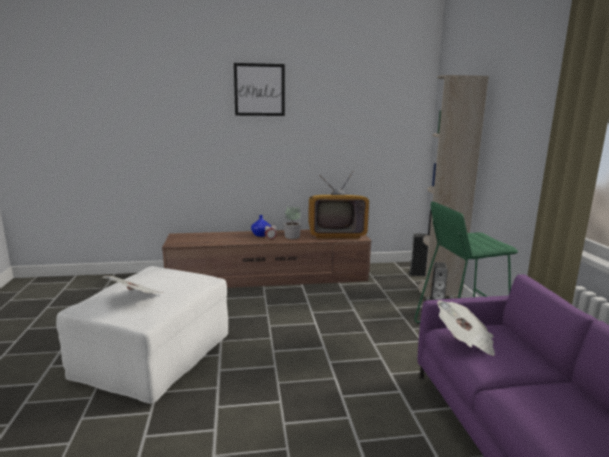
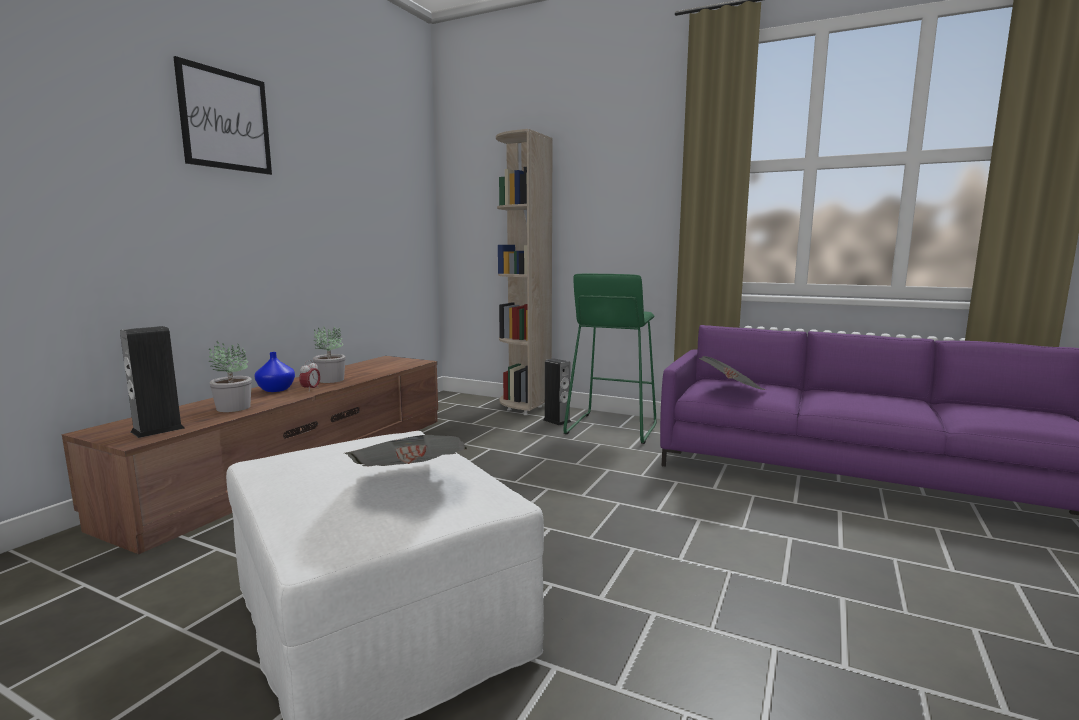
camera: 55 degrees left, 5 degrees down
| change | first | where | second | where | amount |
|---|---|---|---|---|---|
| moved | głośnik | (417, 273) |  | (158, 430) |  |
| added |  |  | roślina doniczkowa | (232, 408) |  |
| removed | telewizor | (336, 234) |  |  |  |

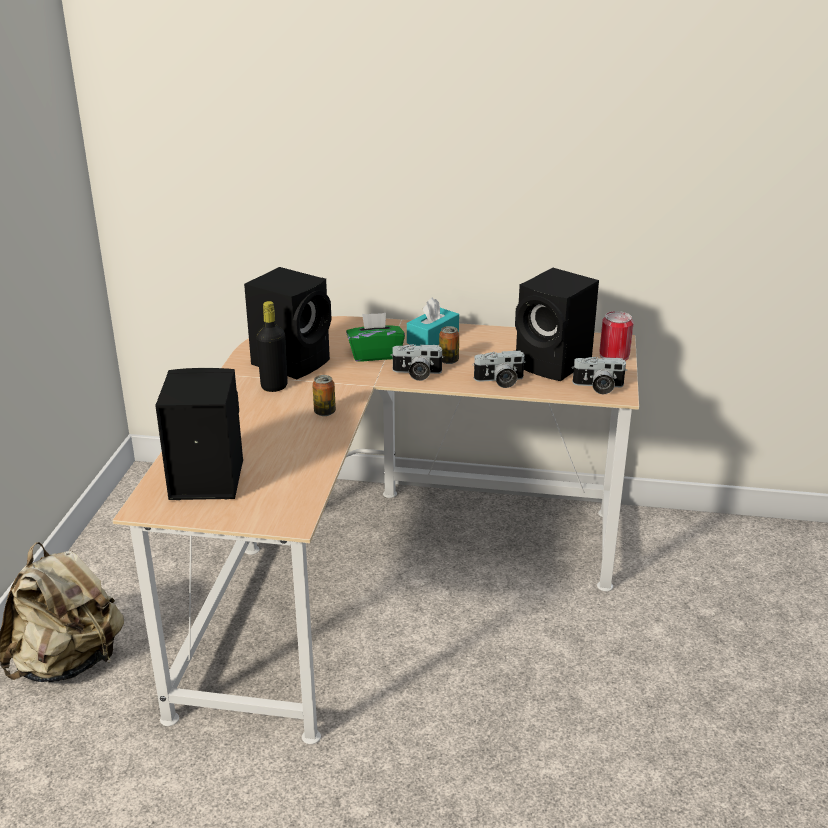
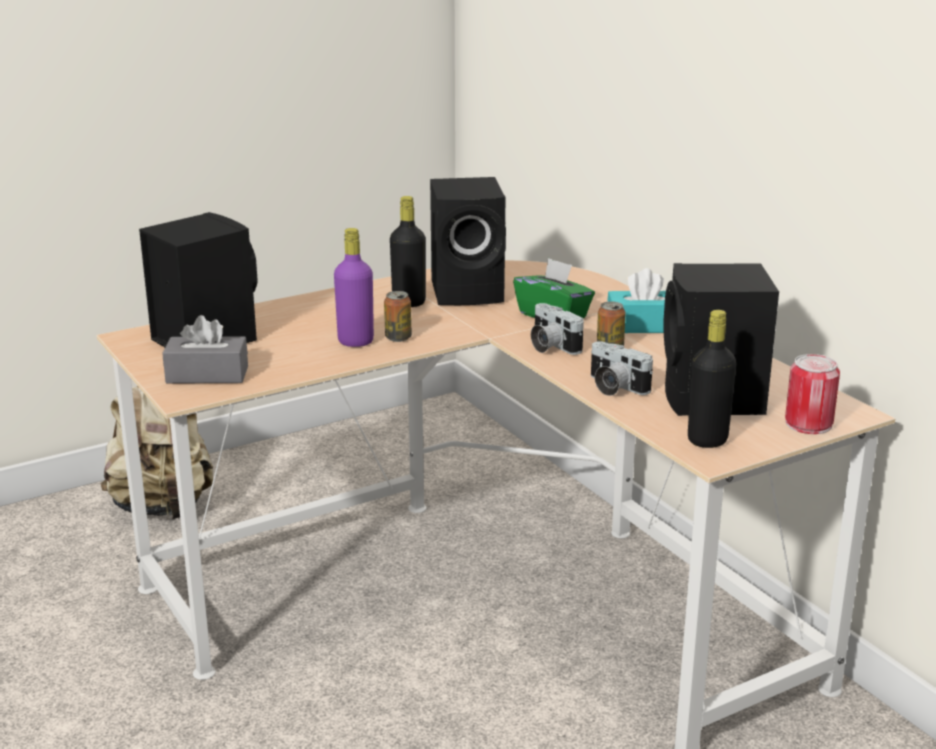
camera: 50 degrees right, 5 degrees down
| change | first | where | second | where | amount |
|---|---|---|---|---|---|
| added |  |  | pudełko chusteczek/szary | (207, 375) |  |
| added |  |  | butelka/fioletowy | (355, 341) |  |
| replaced | aparat fotograficzny | (598, 387) | butelka/czarny | (707, 440) |  |

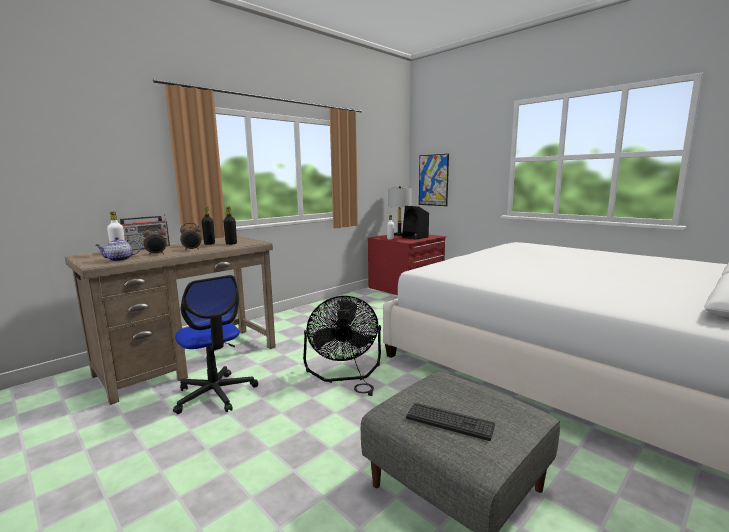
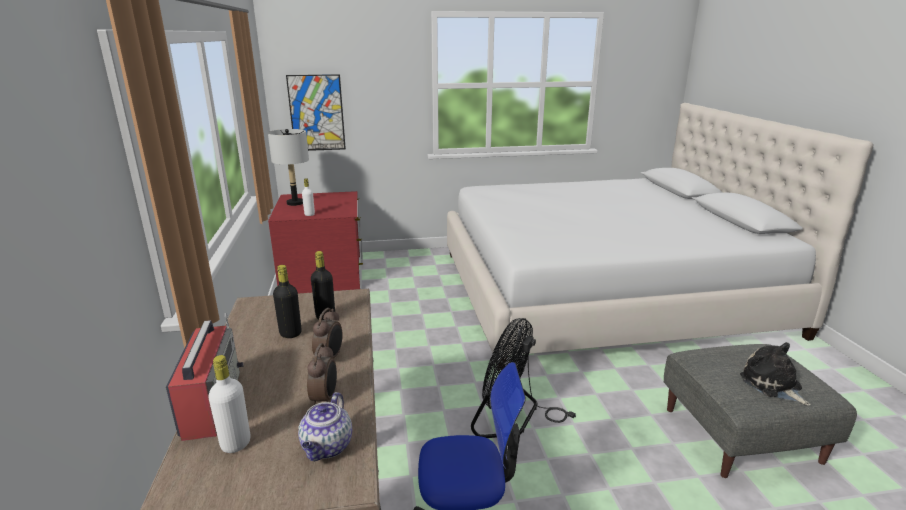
camera: 55 degrees left, 10 degrees up
| change | first | where | second | where | amount |
|---|---|---|---|---|---|
| replaced | klawiatura | (449, 422) | pluszak | (772, 385) |  |
| removed | głośnik/czarny | (415, 237) |  |  |  |

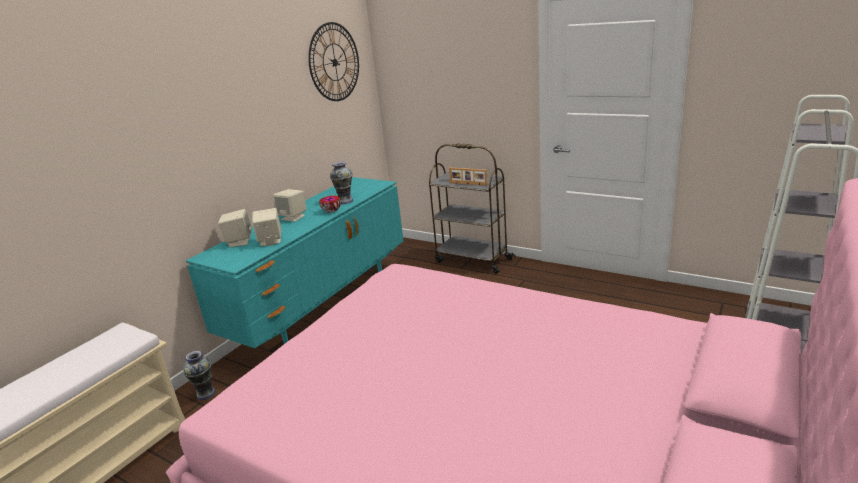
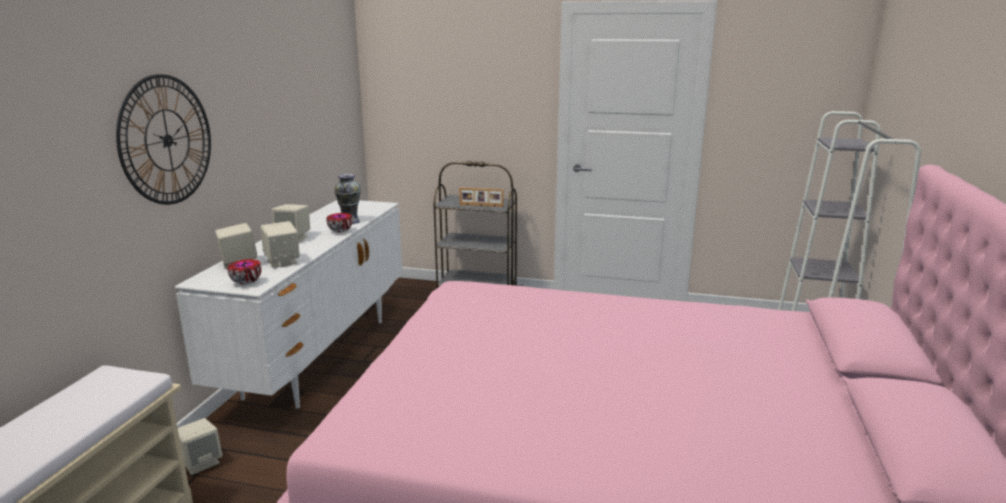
camera: 20 degrees left, 5 degrees down
| change | first | where | second | where | amount |
|---|---|---|---|---|---|
| moved | zegar ścienny | (334, 62) |  | (167, 140) |  |
| recoloured | komoda/turkusowy | (324, 310) | komoda/biały | (320, 357) |  |
| replaced | wazon | (206, 393) | głośnik/beżowy | (201, 463) |  |
| added |  |  | miska | (247, 283) |  |

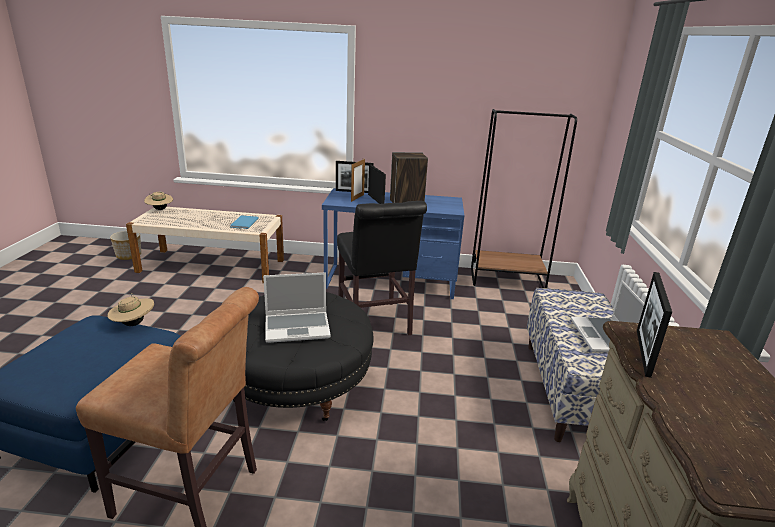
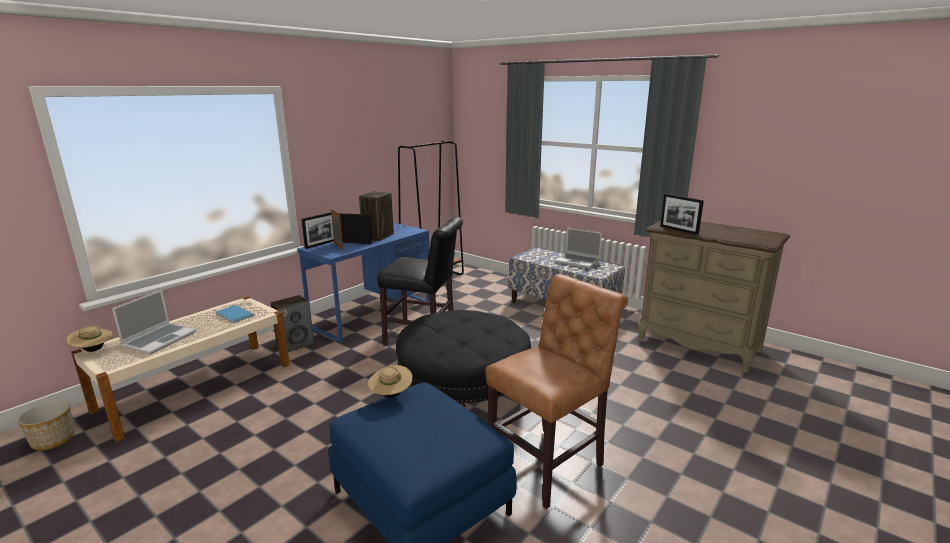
camera: 55 degrees left, 5 degrees down
| change | first | where | second | where | amount |
|---|---|---|---|---|---|
| moved | laptop | (298, 327) |  | (160, 339) |  |
| added |  |  | głośnik | (295, 344) |  |

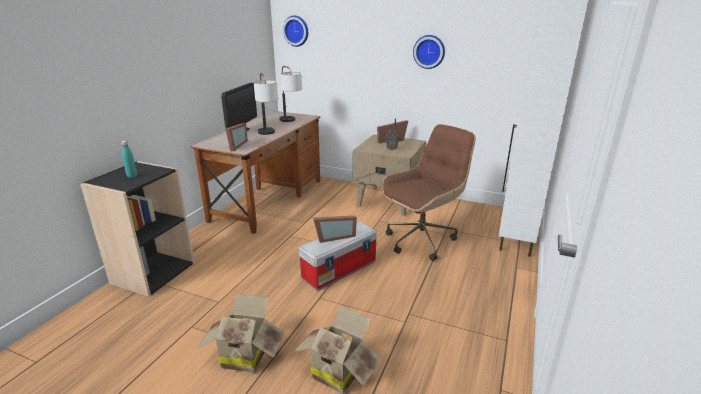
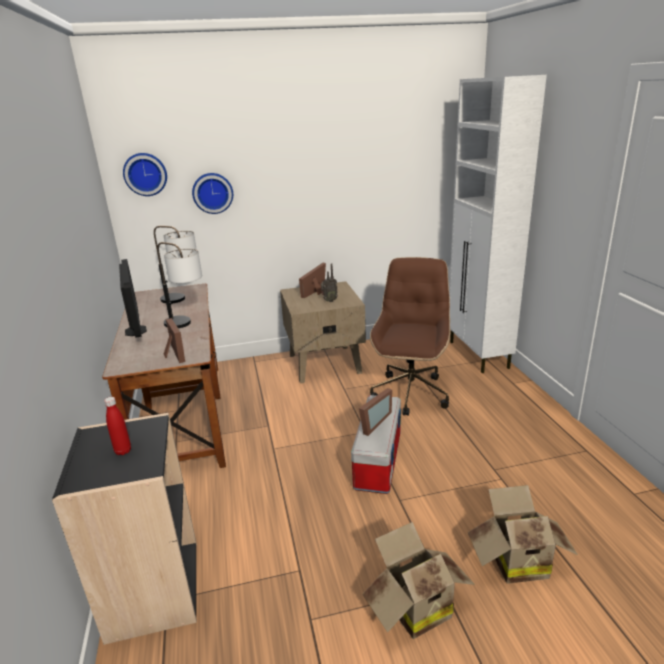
camera: 35 degrees left, 0 degrees up
| change | first | where | second | where | amount |
|---|---|---|---|---|---|
| recoloured | butelka/turkusowy | (132, 176) | butelka/czerwony | (123, 451) |  |
| moved | zegar ścienny | (429, 51) |  | (212, 193) |  |

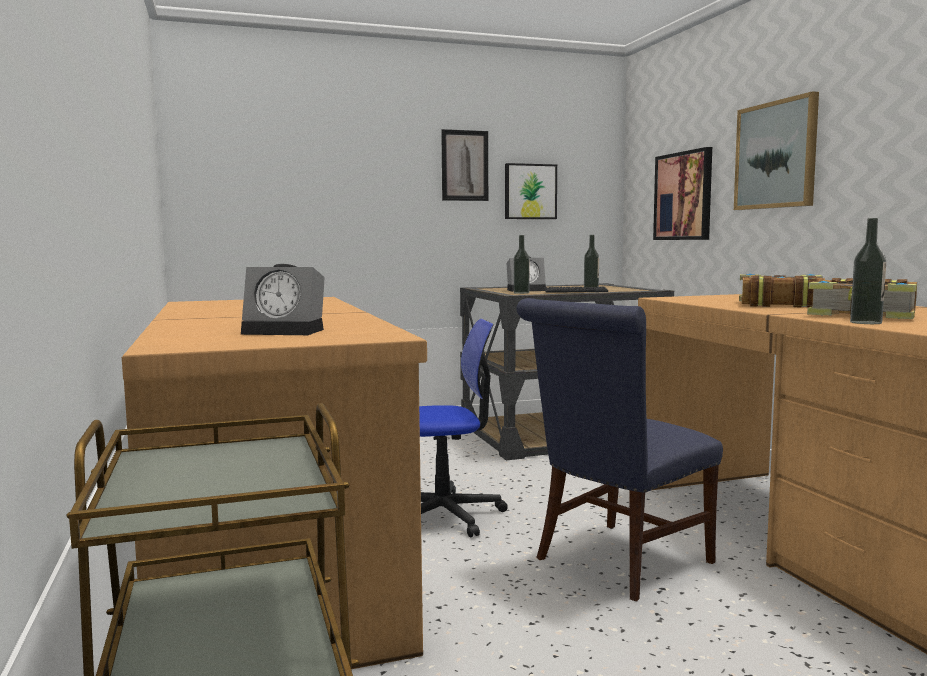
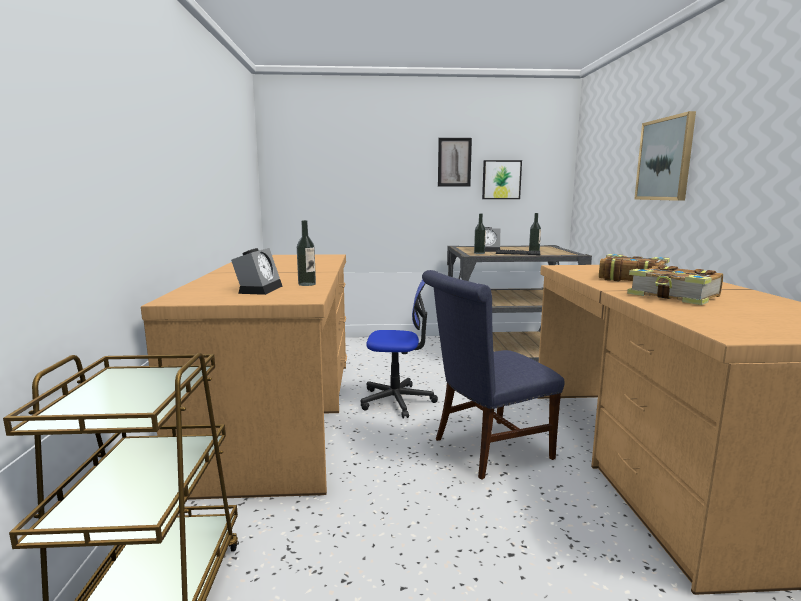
camera: 15 degrees right, 5 degrees up
| change | first | where | second | where | amount |
|---|---|---|---|---|---|
| turned | budzik | (287, 331) |  | (259, 289) | 105 degrees counterclockwise |
| moved | butelka | (866, 322) |  | (307, 284) |  |
| removed | obraz | (683, 196) |  |  |  |

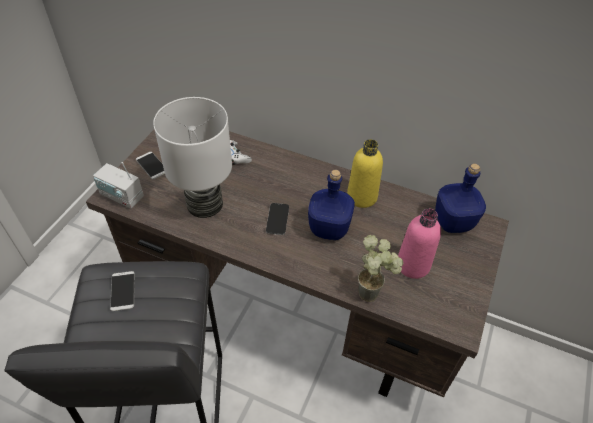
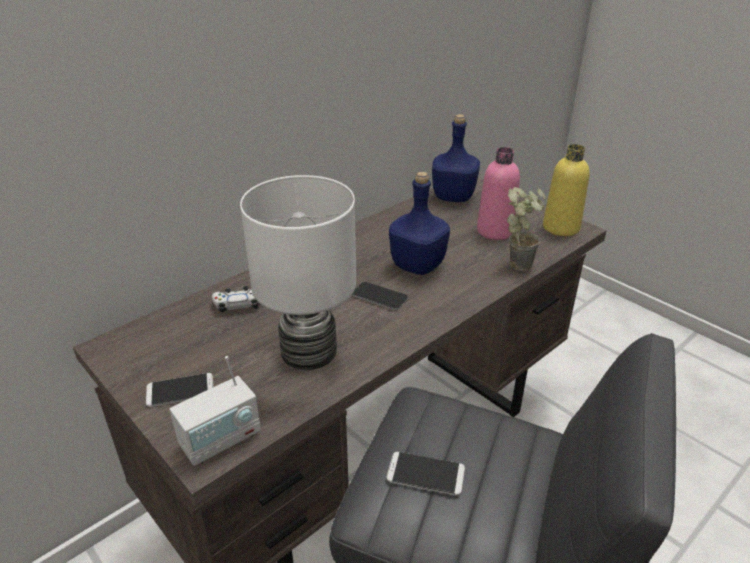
camera: 65 degrees left, 15 degrees down
| change | first | where | second | where | amount |
|---|---|---|---|---|---|
| moved | butelka/żółty | (362, 197) |  | (561, 227) |  |

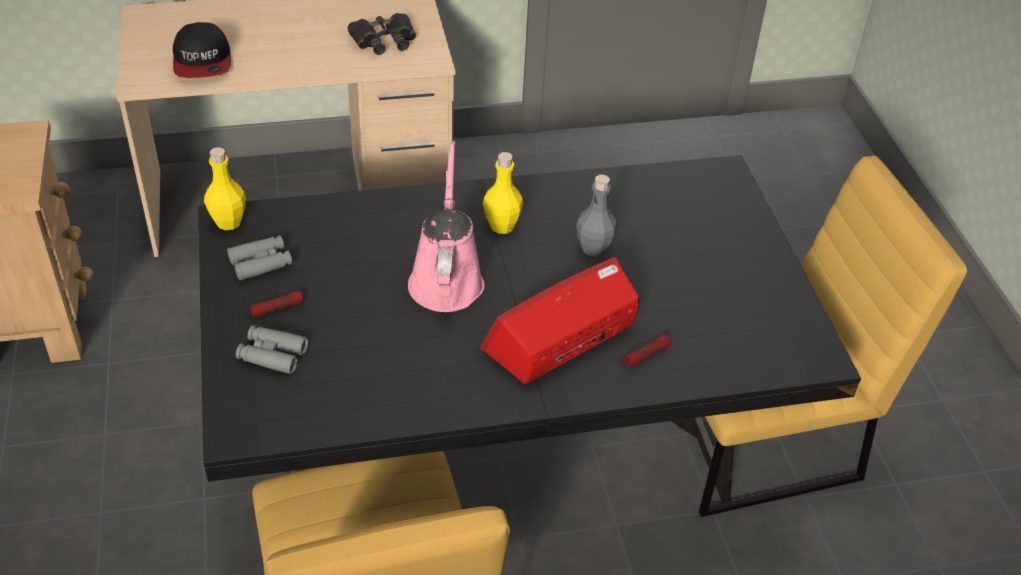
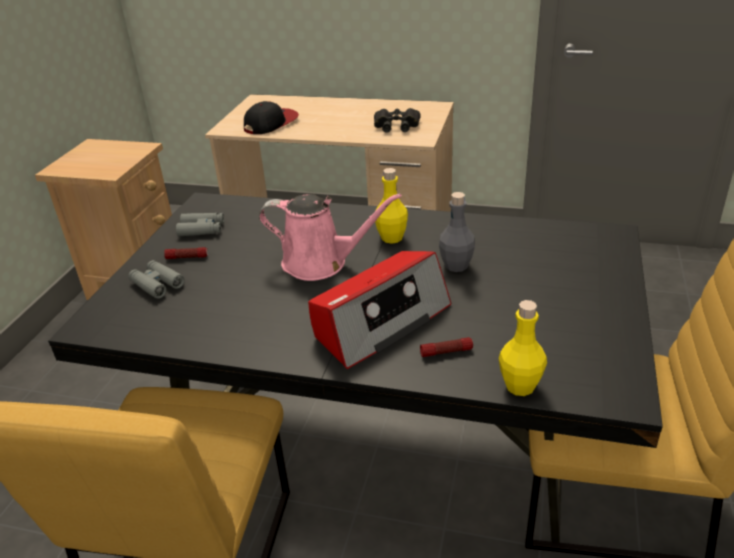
camera: 30 degrees right, 10 degrees down
| change | first | where | second | where | amount |
|---|---|---|---|---|---|
| turned | czapka z daszkiem | (203, 61) |  | (271, 124) | 150 degrees counterclockwise |
| turned | konewka/różowy | (446, 279) |  | (321, 263) | 75 degrees clockwise |
| turned | radio | (561, 338) |  | (380, 322) | 150 degrees clockwise |
| moved | butelka/żółty | (228, 222) |  | (520, 386) |  |

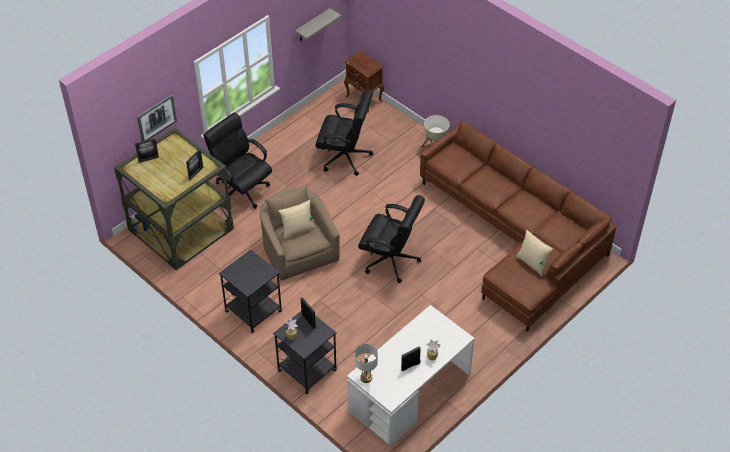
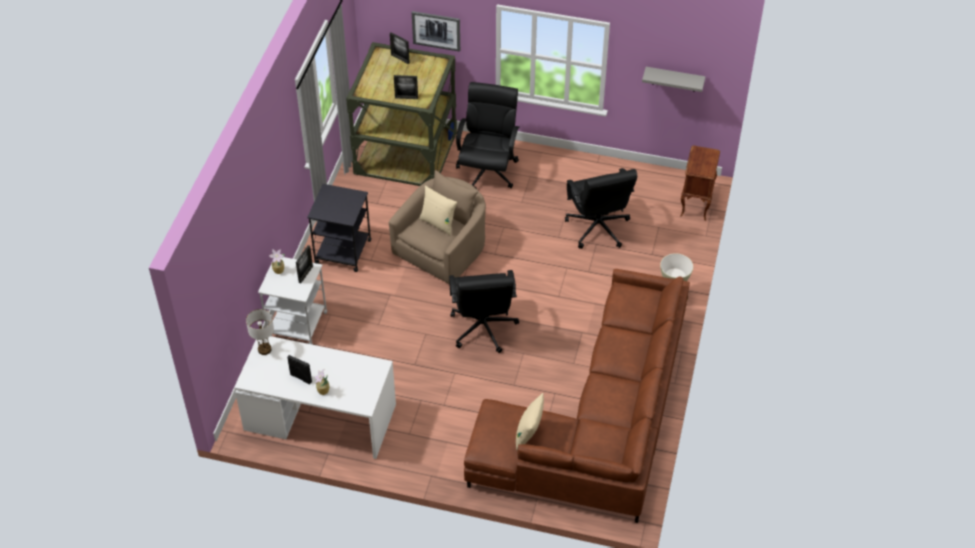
camera: 60 degrees right, 0 degrees up
| change | first | where | second | where | amount |
|---|---|---|---|---|---|
| recoloured | wózek/czarny | (306, 369) | wózek/biały | (297, 323) |  |

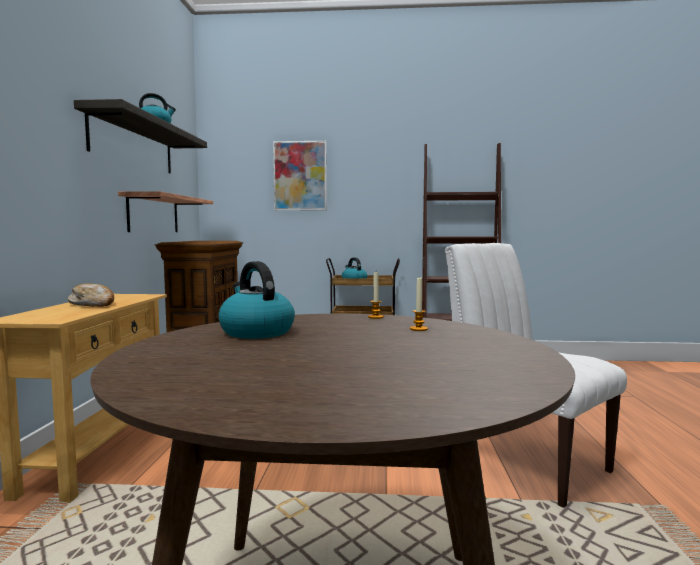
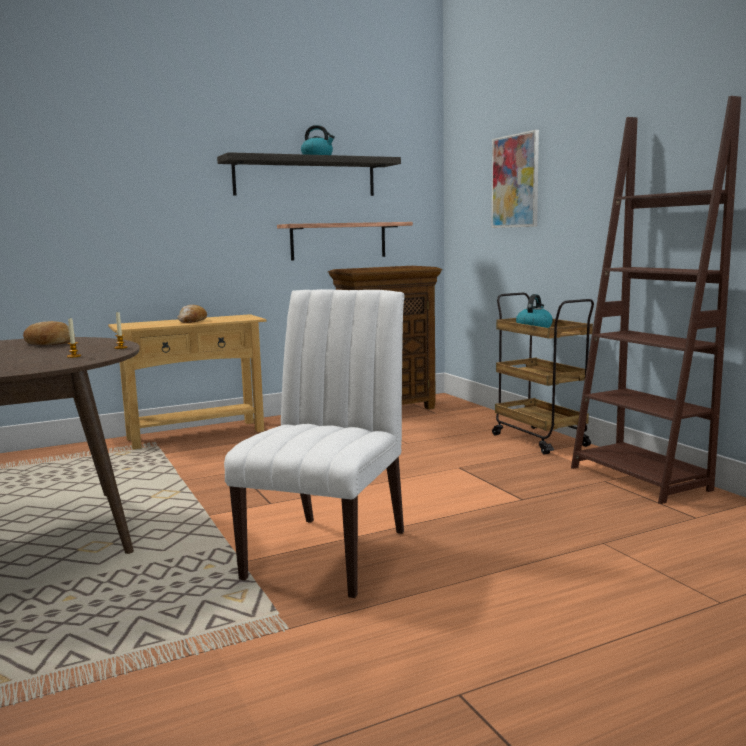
camera: 60 degrees right, 5 degrees up
| change | first | where | second | where | amount |
|---|---|---|---|---|---|
| replaced | czajnik | (256, 332) | chleb | (48, 343) |  |

